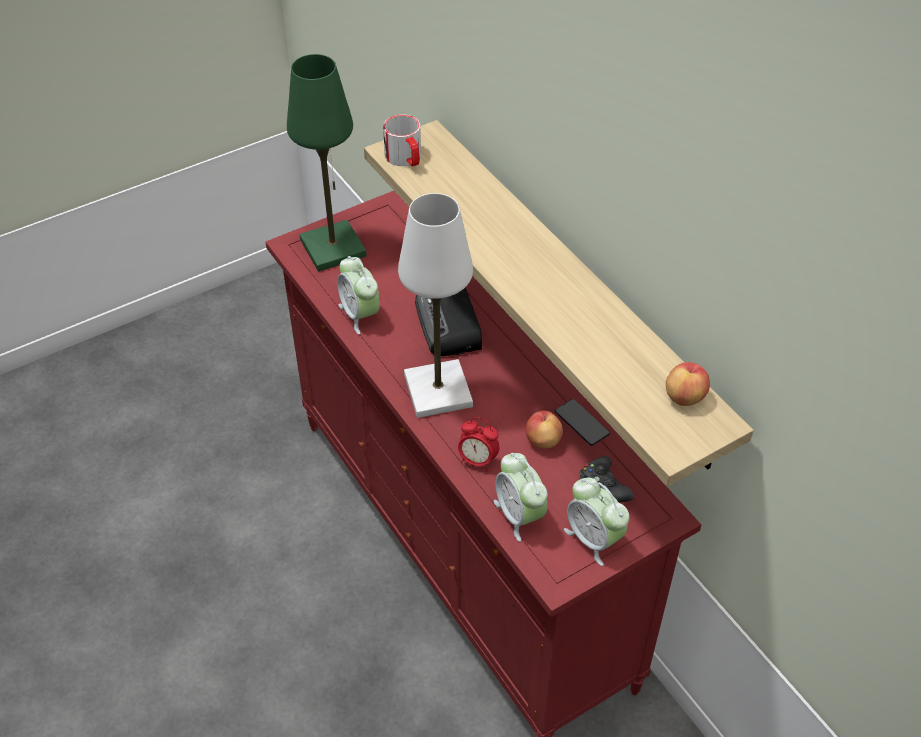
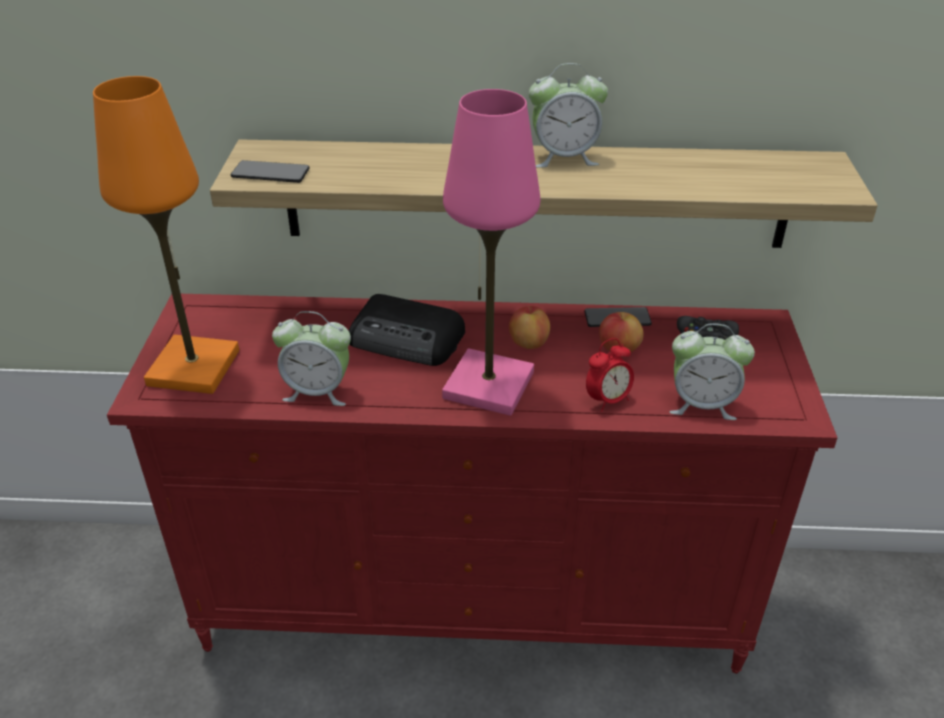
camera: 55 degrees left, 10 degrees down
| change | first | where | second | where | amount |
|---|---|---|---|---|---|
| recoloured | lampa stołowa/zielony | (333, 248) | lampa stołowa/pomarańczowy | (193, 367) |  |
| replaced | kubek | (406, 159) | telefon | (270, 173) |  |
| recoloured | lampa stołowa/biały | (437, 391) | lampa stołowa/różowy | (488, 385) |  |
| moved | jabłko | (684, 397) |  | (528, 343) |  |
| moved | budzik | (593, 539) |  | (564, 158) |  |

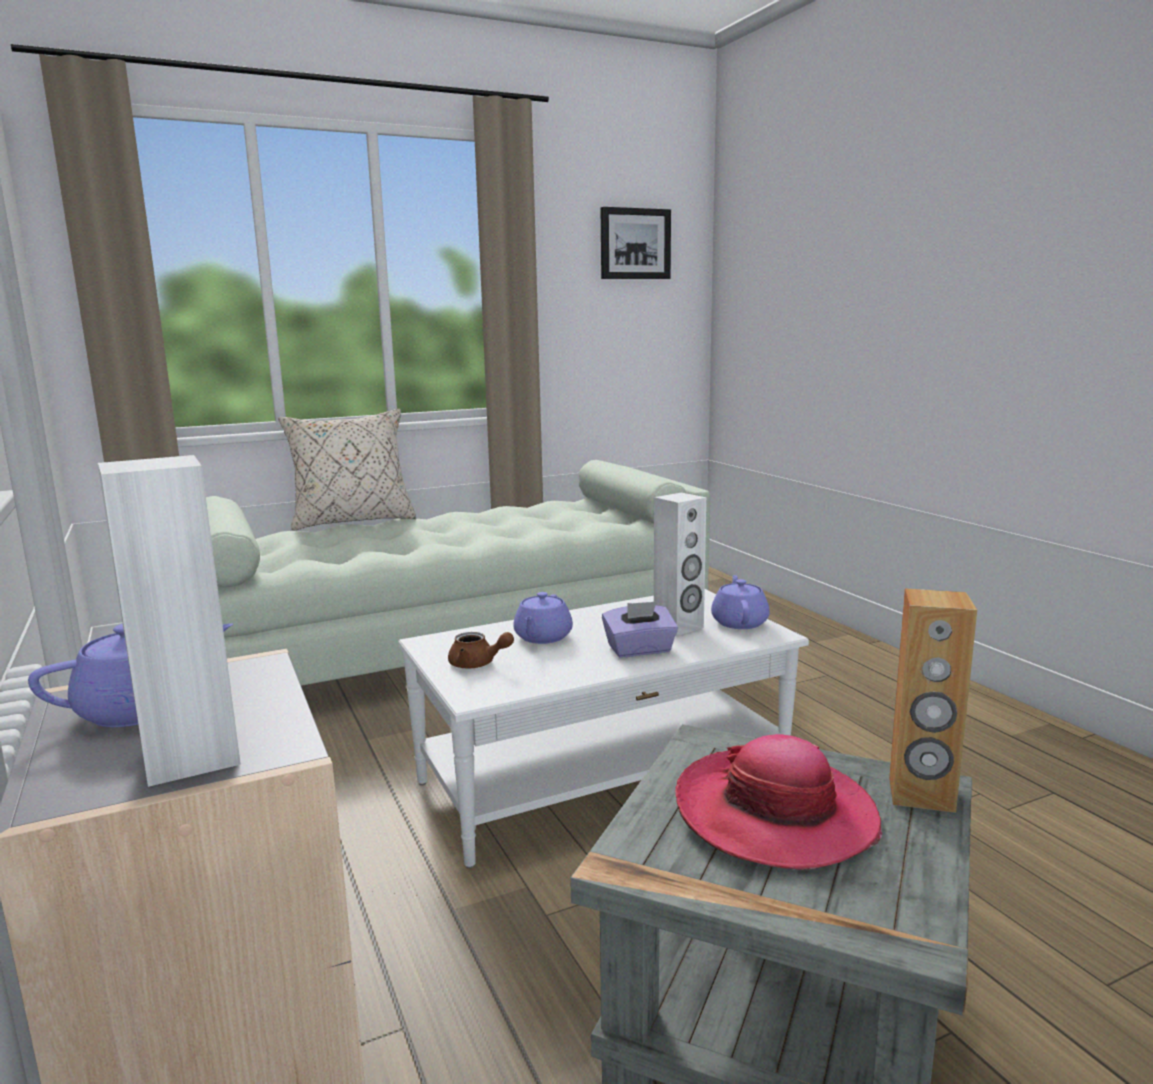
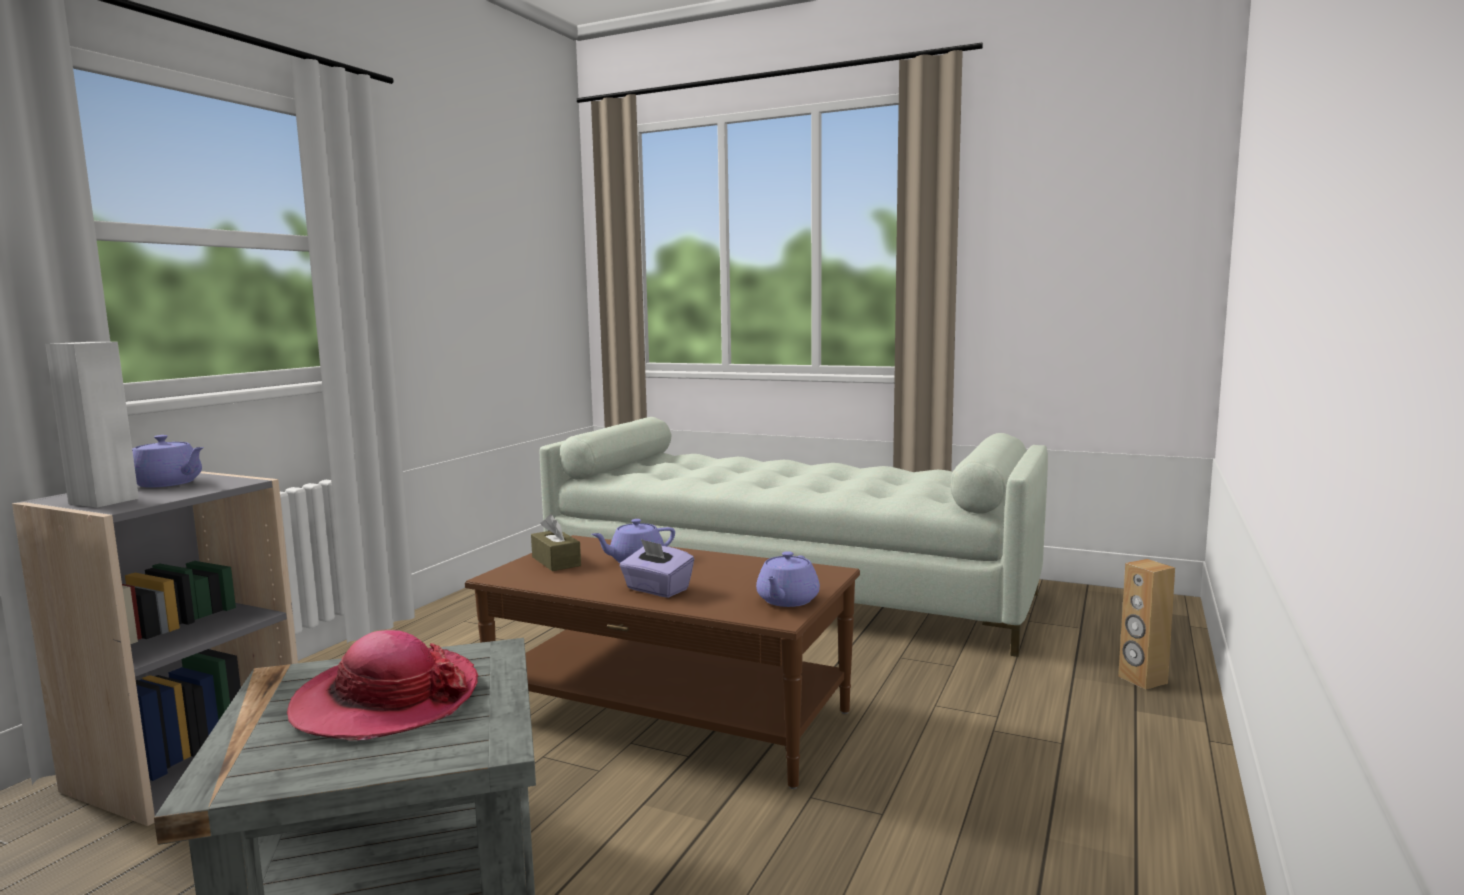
camera: 50 degrees right, 5 degrees down
| change | first | where | second | where | amount |
|---|---|---|---|---|---|
| recoloured | ława/biały | (604, 778) | ława/brązowy | (670, 714) |  |
| replaced | imbryk/brązowy | (477, 664) | pudełko chusteczek/brązowy | (556, 561) |  |
| turned | imbryk/fioletowy | (739, 622) |  | (787, 600) | 150 degrees clockwise |
| moved | głośnik/brązowy | (921, 795) |  | (1142, 680) |  |
| removed | poduszka/beżowy | (352, 521) |  |  |  |
| removed | obraz | (635, 244) |  |  |  |
| removed | głośnik/biały | (679, 627) |  |  |  |

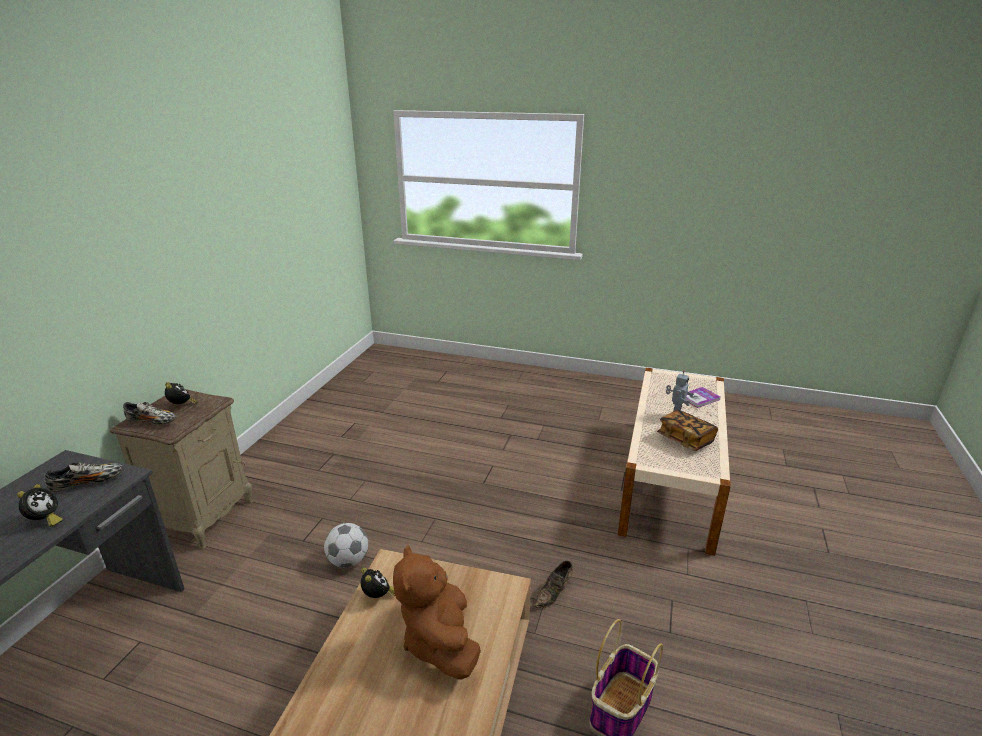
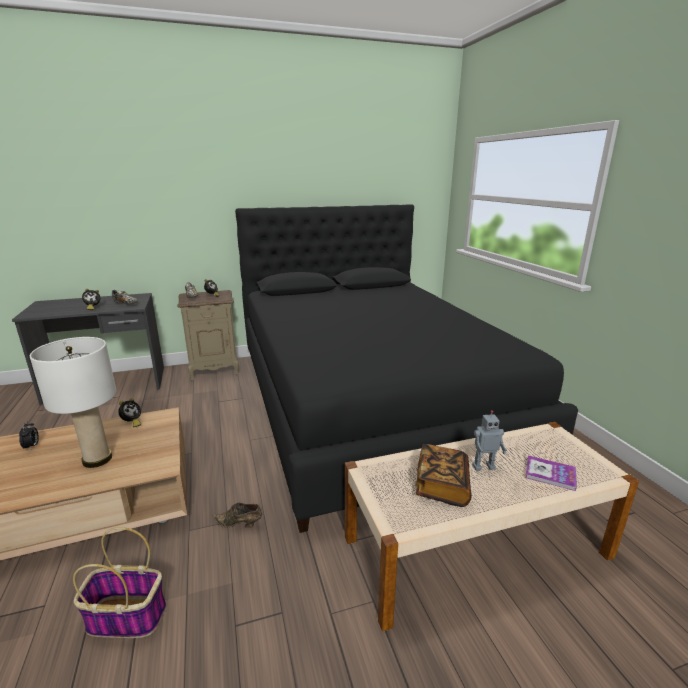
camera: 55 degrees right, 5 degrees down
| change | first | where | second | where | amount |
|---|---|---|---|---|---|
| added |  |  | budzik | (32, 446) |  |
| replaced | pluszak/brązowy | (439, 641) | lampa stołowa/biały | (97, 459) |  |
| added |  |  | łóżko/czarny | (369, 401) |  |
| removed | piłka futbolowa | (348, 561) |  |  |  |

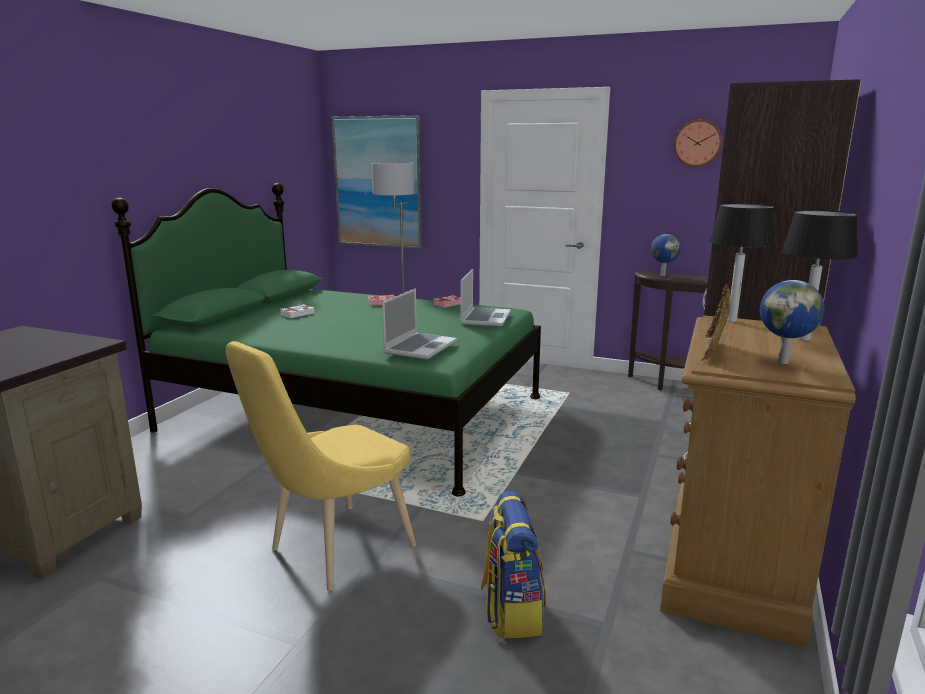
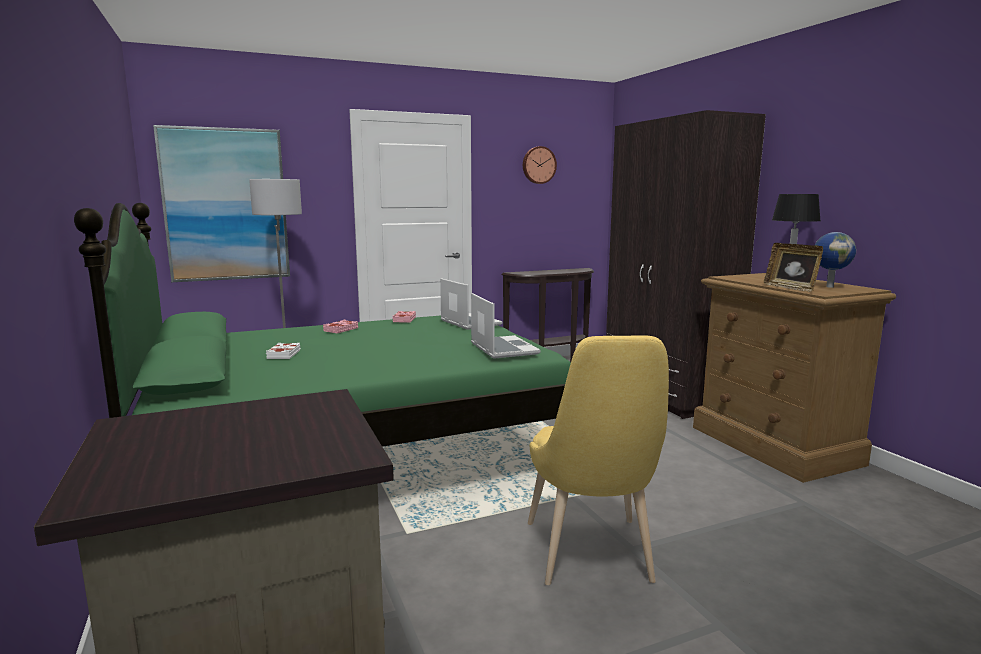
camera: 45 degrees left, 5 degrees down
| change | first | where | second | where | amount |
|---|---|---|---|---|---|
| removed | plecak | (511, 610) |  |  |  |
| removed | globus | (662, 276) |  |  |  |
| removed | lampa stołowa | (731, 320) |  |  |  |

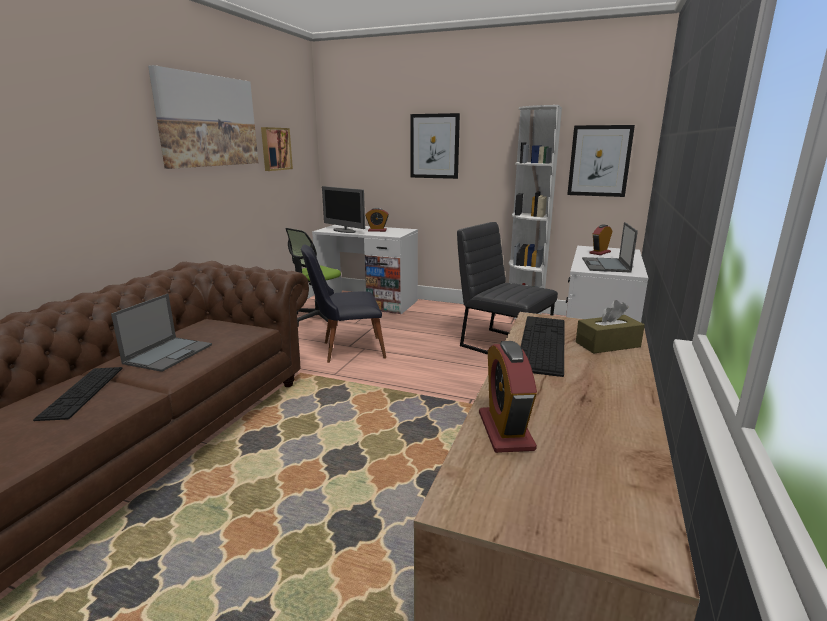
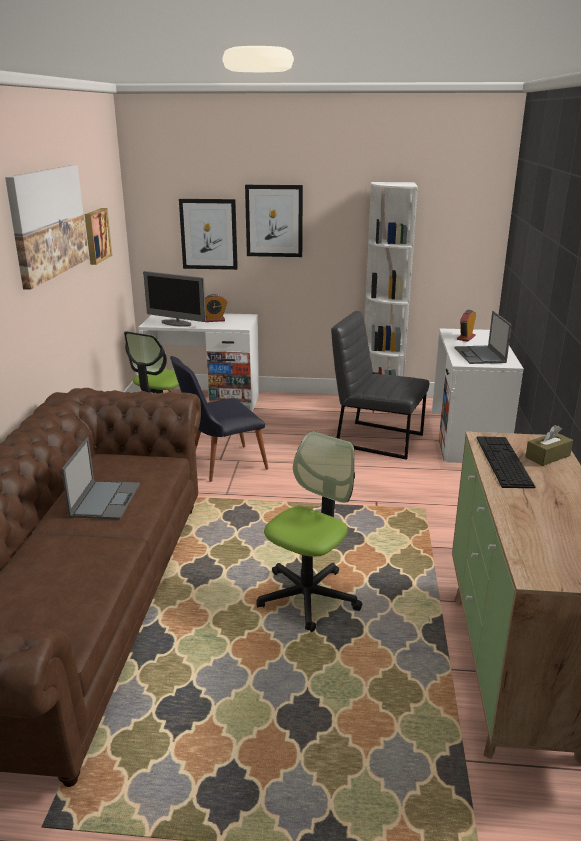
camera: 15 degrees left, 5 degrees up
| change | first | where | second | where | amount |
|---|---|---|---|---|---|
| moved | obraz | (599, 161) |  | (209, 234) |  |
| added |  |  | krzesło biurowe | (308, 597) |  |
| removed | klawiatura | (82, 392) |  |  |  |
| removed | budzik | (505, 431) |  |  |  |

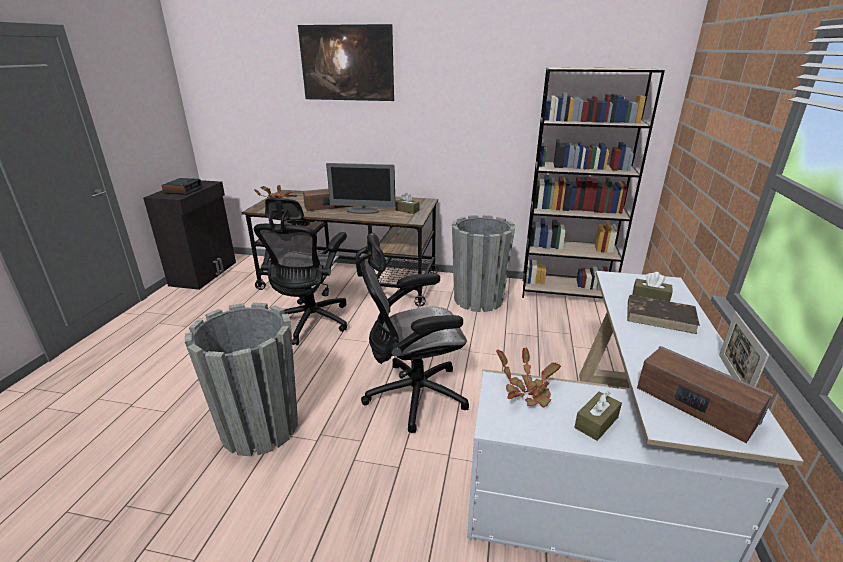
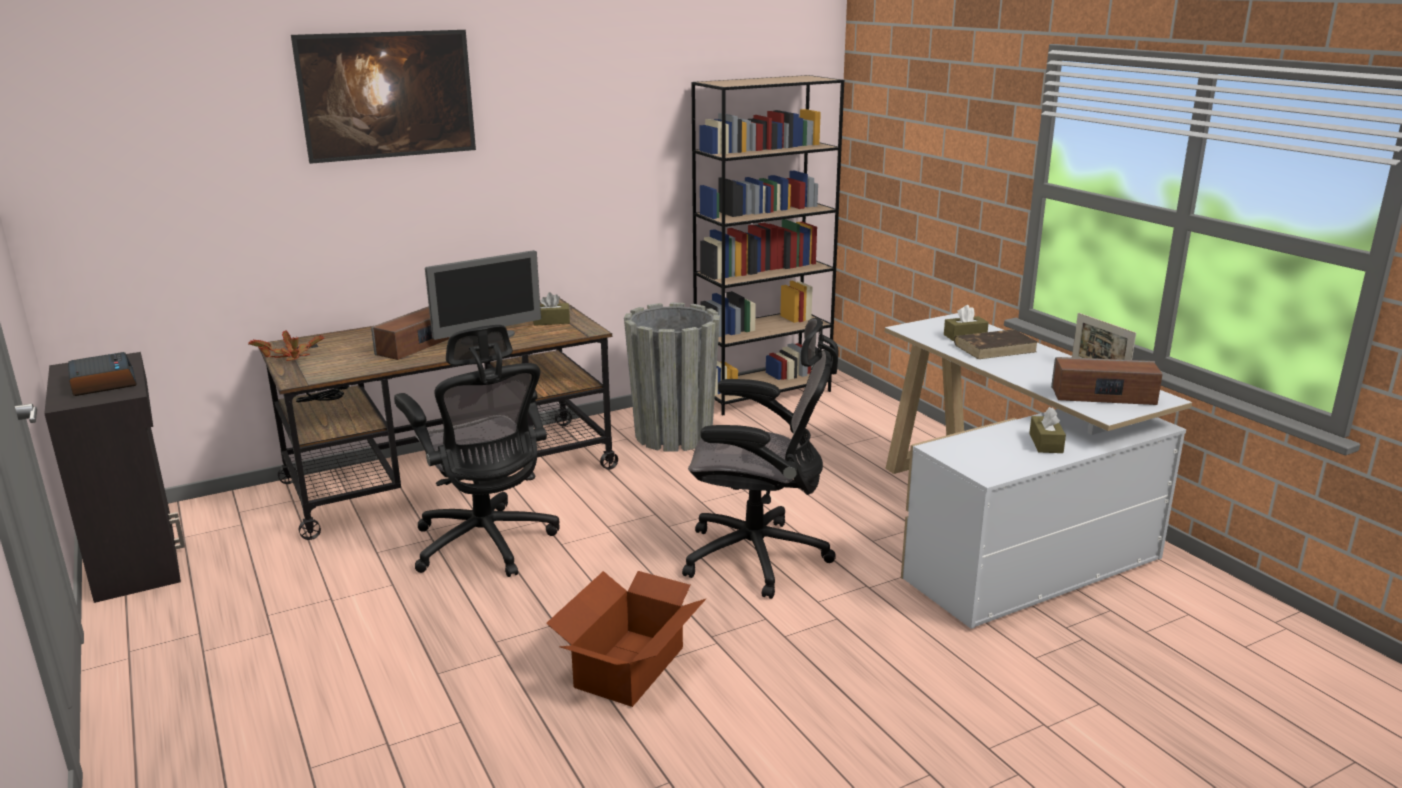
camera: 40 degrees left, 5 degrees down
| change | first | where | second | where | amount |
|---|---|---|---|---|---|
| replaced | donica/szary | (260, 427) | karton | (628, 667) |  |
| turned | krzesło biurowe | (415, 396) |  | (756, 556) | 120 degrees counterclockwise |
| removed | roślina doniczkowa | (527, 391) |  |  |  |

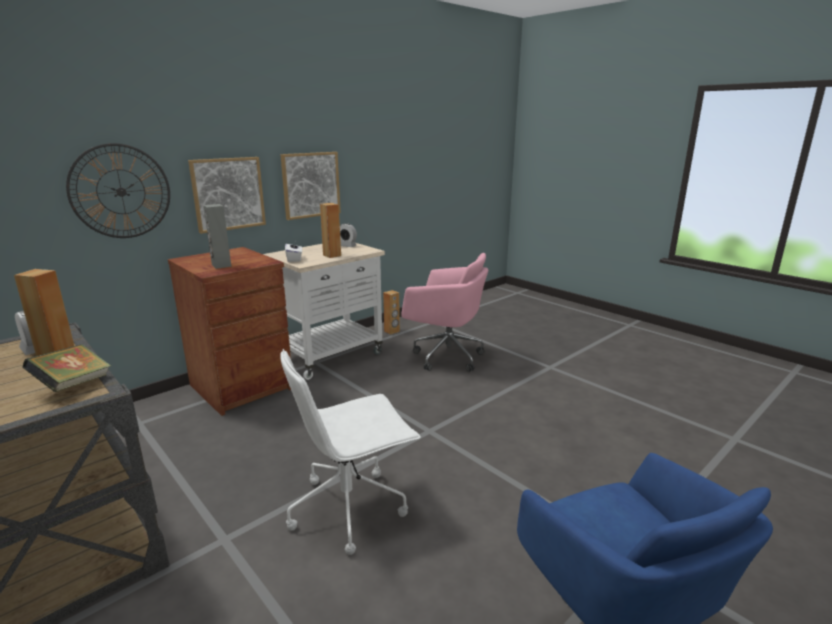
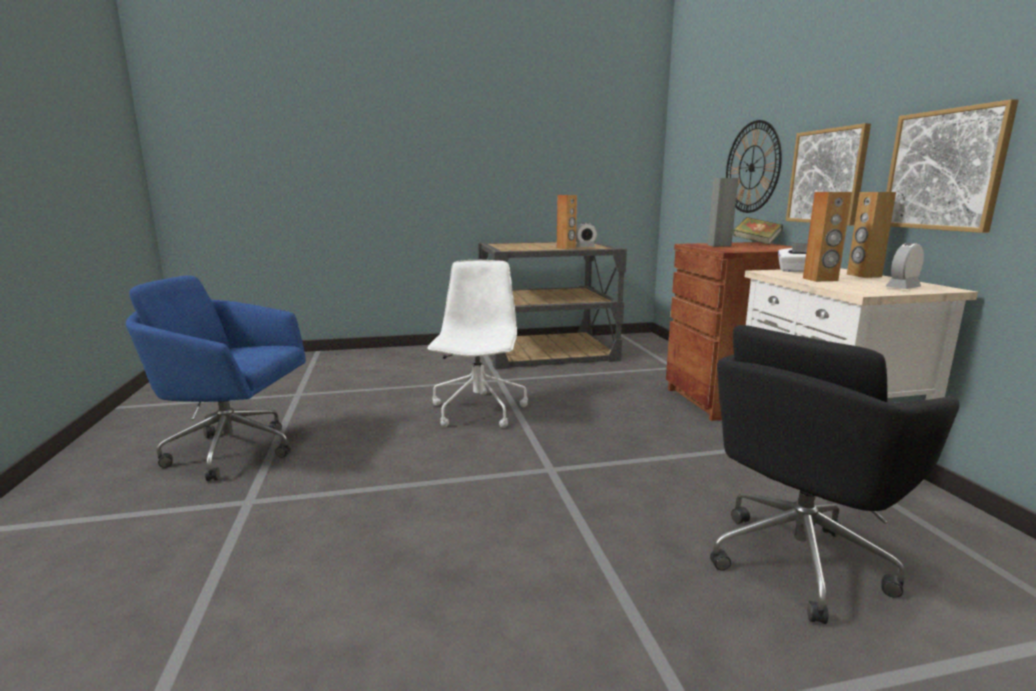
camera: 120 degrees right, 5 degrees down
| change | first | where | second | where | amount |
|---|---|---|---|---|---|
| recoloured | krzesło biurowe/różowy | (444, 357) | krzesło biurowe/czarny | (800, 559) |  |
| moved | książka | (73, 385) |  | (756, 243) |  |
| moved | głośnik/brązowy | (392, 331) |  | (863, 275) |  |

